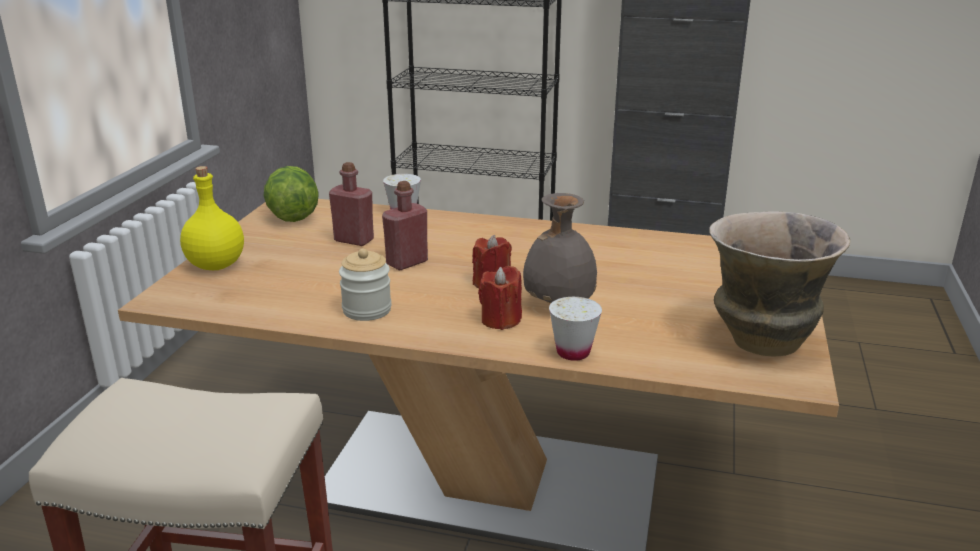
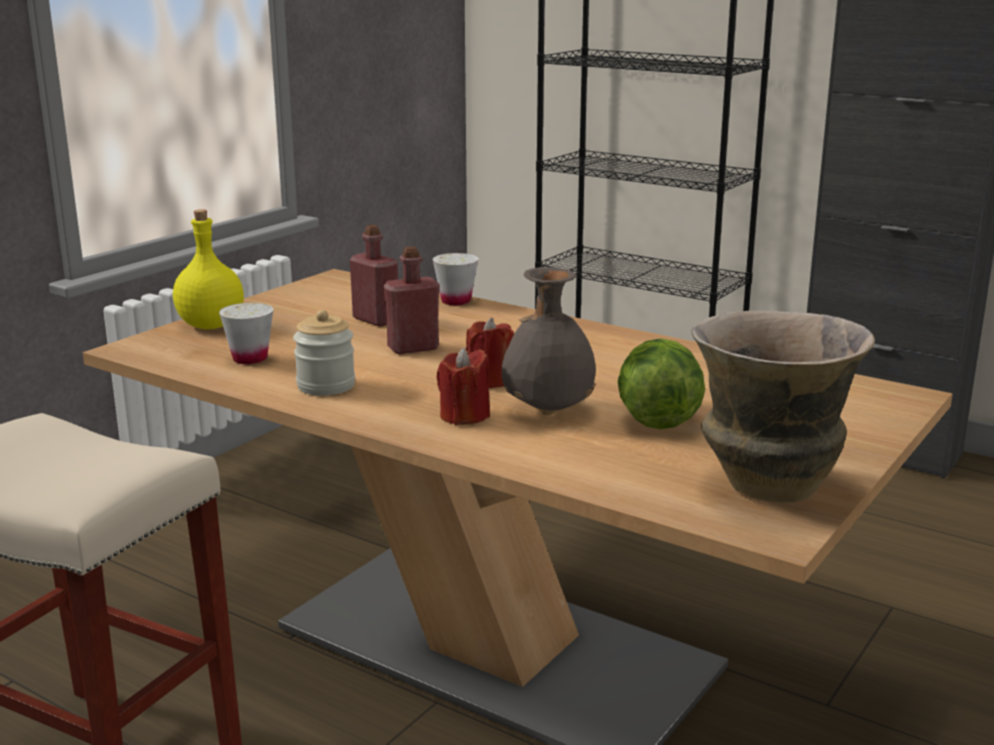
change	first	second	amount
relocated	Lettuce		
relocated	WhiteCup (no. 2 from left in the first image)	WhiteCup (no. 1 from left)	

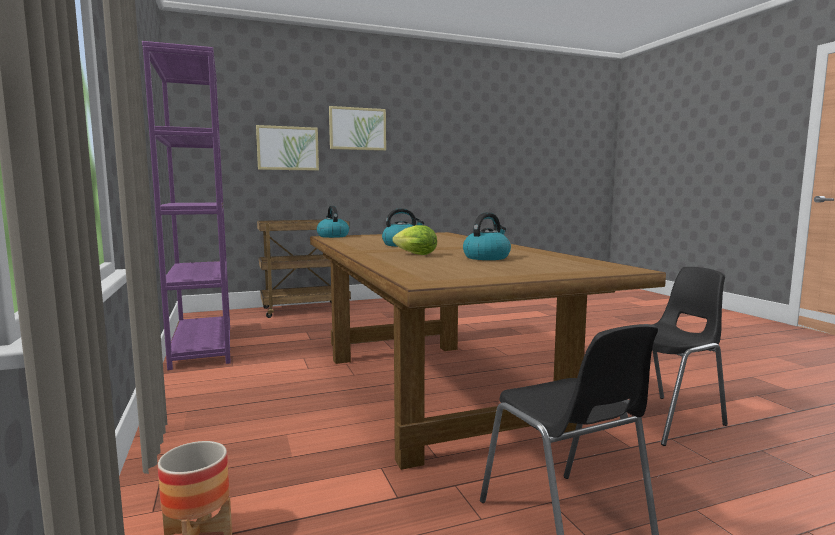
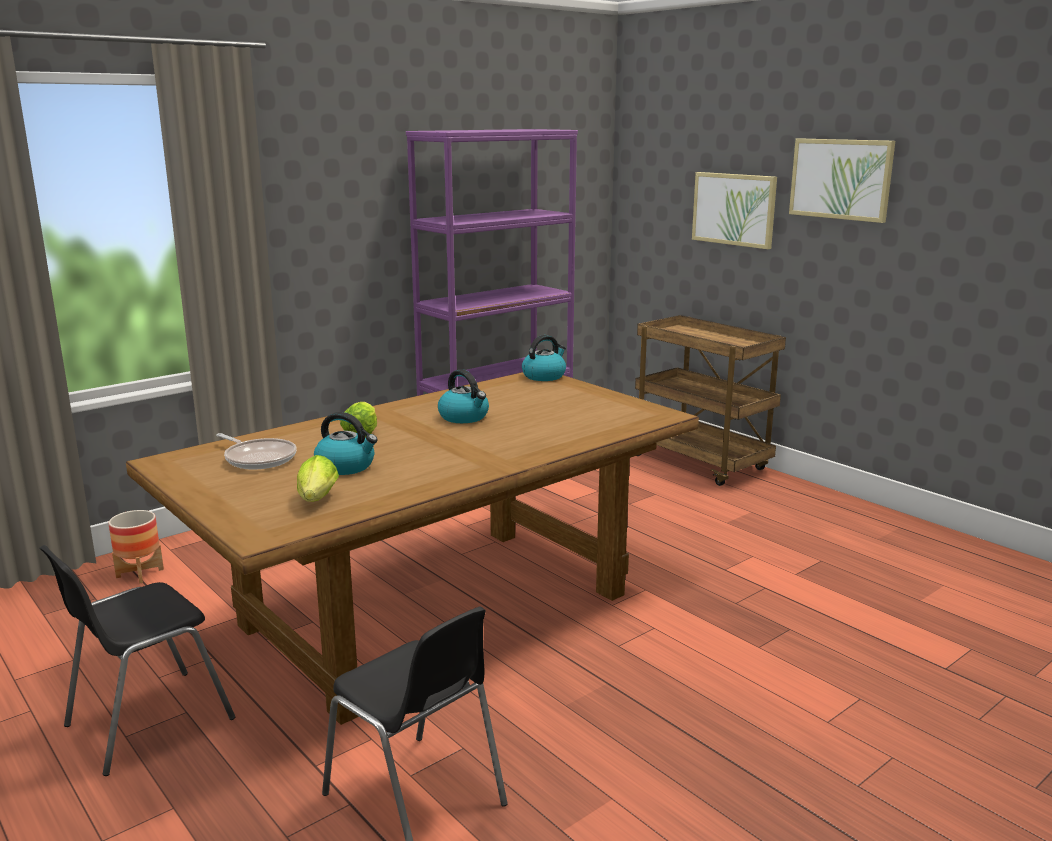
change	first	second	amount
appeared		FryingPan	
appeared		Lettuce (no. 1 from left)	

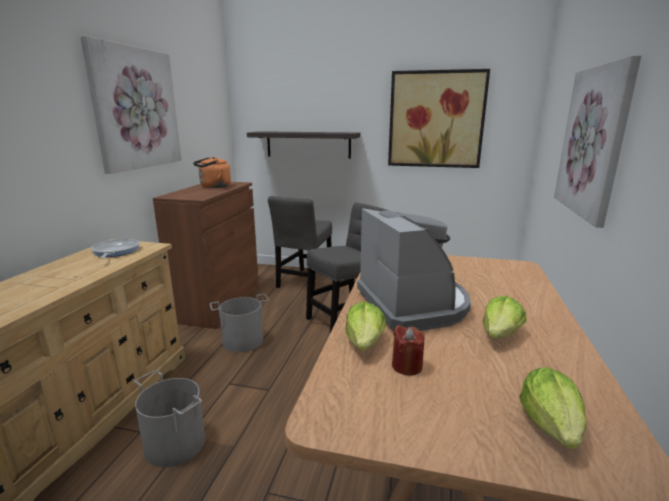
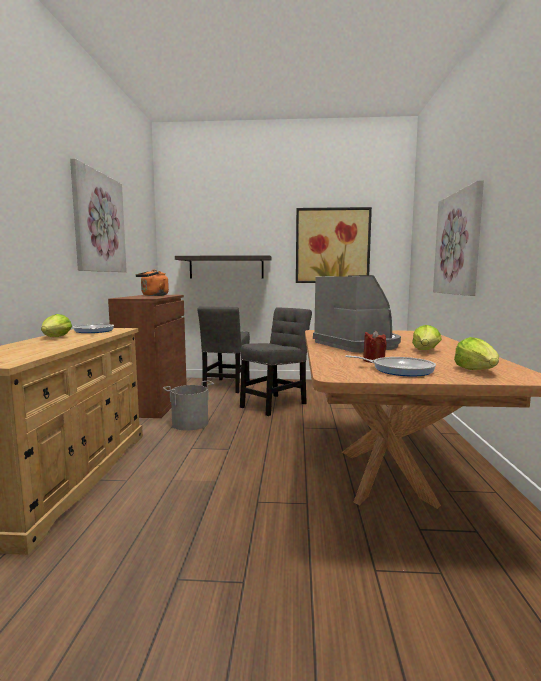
change	first	second	amount
missing	GreyBucket (no. 1 from left)		
relocated	Lettuce (no. 1 from left)		
appeared		FryingPan (no. 2 from left)	

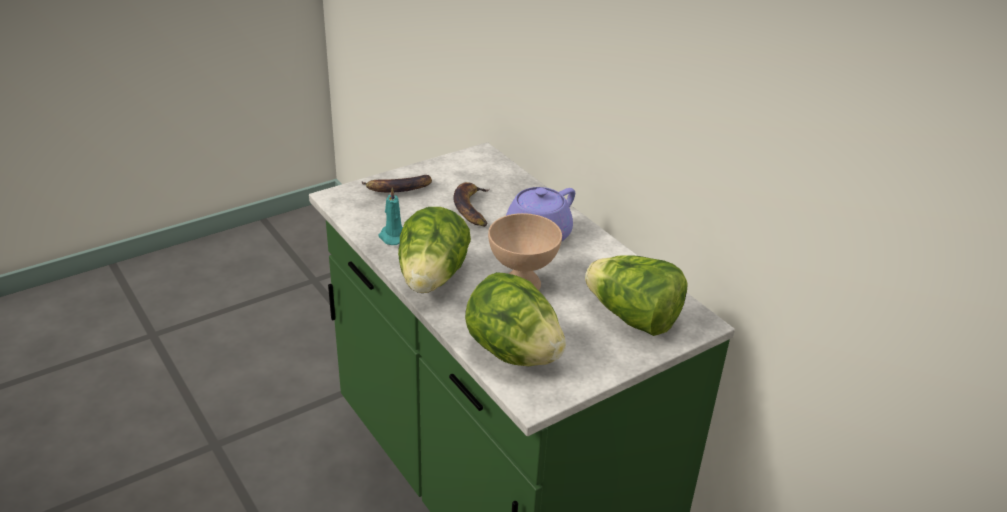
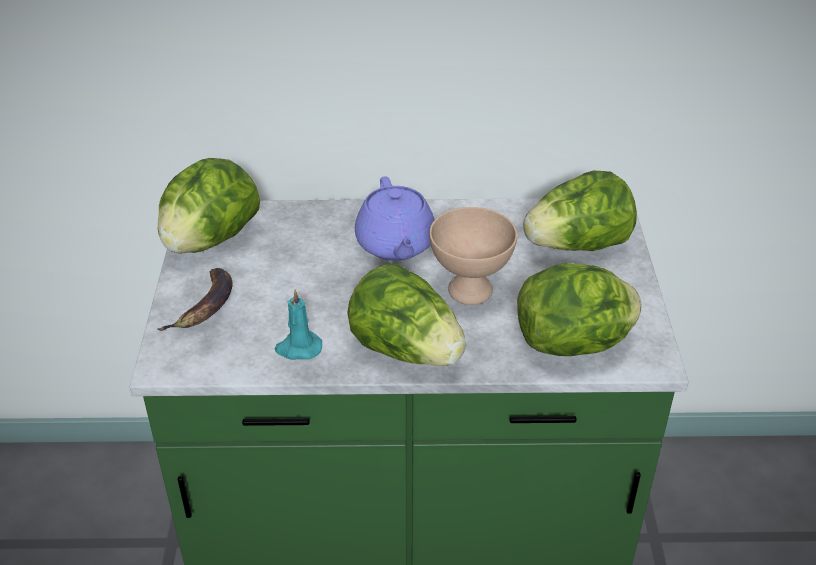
change	first	second	amount
missing	Banana (no. 2 from left)		
appeared		Lettuce (no. 1 from left)	

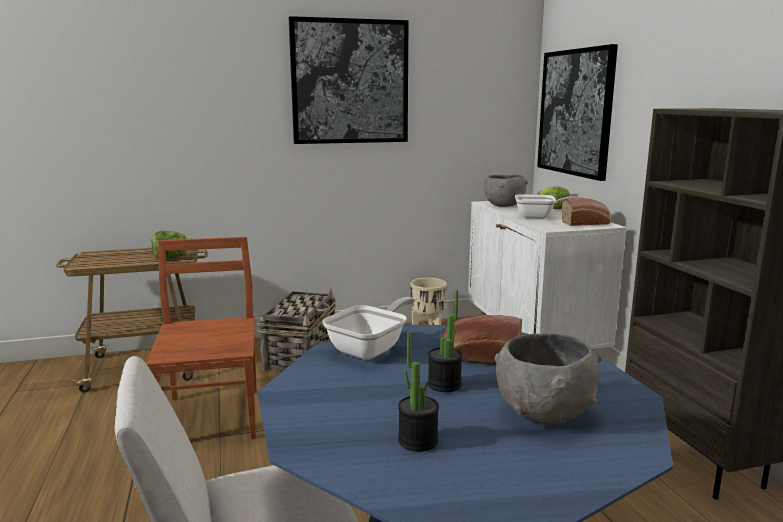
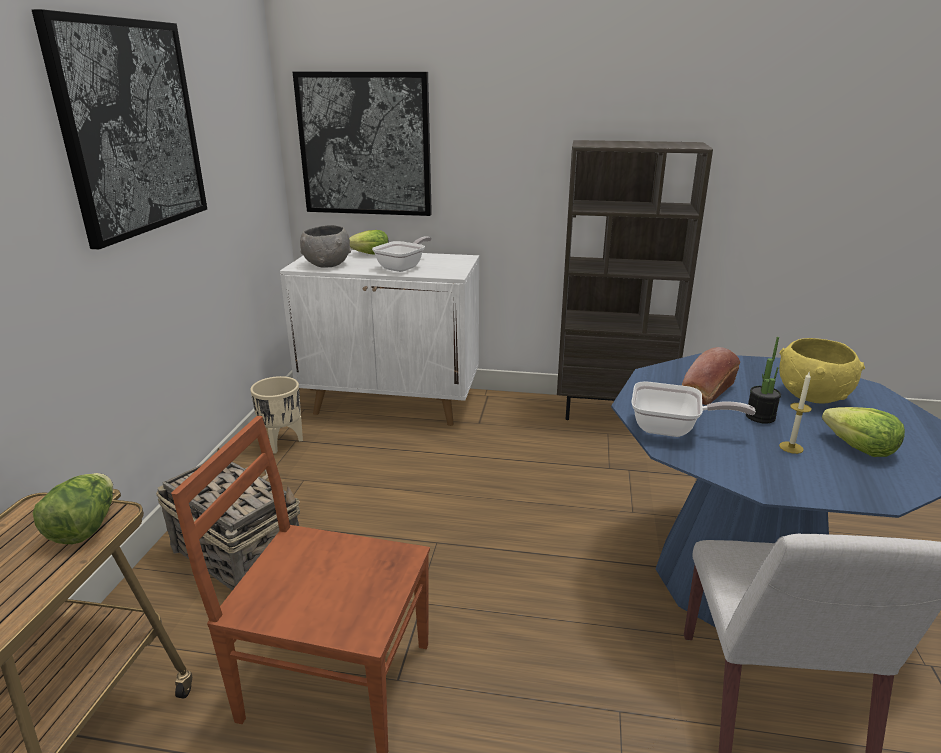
change	first	second	amount
spun	FryingPan (no. 1 from left in the first image)	FryingPan (no. 2 from left)	135 degrees clockwise
exchanged	PottedPlant (no. 1 from left)	Lettuce (no. 3 from left)	
colour	GreyBowl (no. 2 from left)	YellowBowl	
missing	Bread (no. 2 from left)		
appeared		Candle	

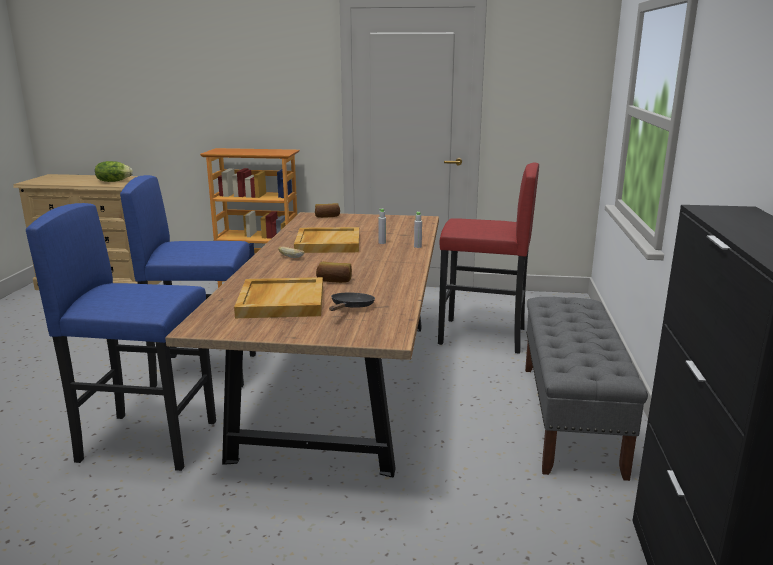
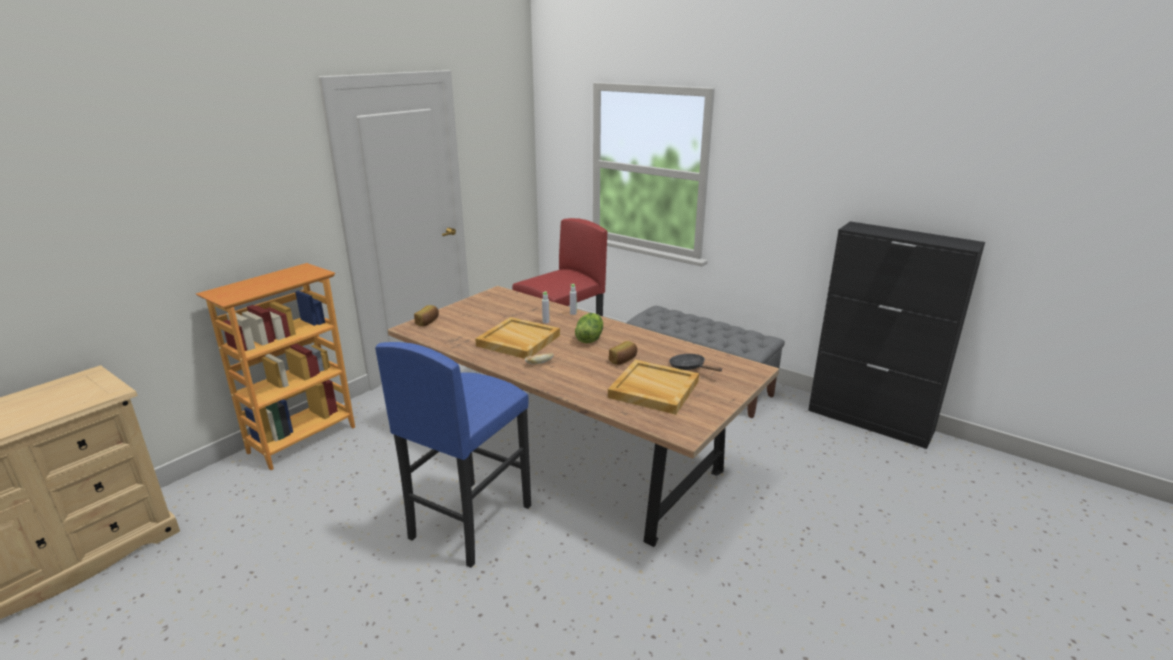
change	first	second	amount
missing	BlueStool (no. 1 from left)		
relocated	Lettuce		

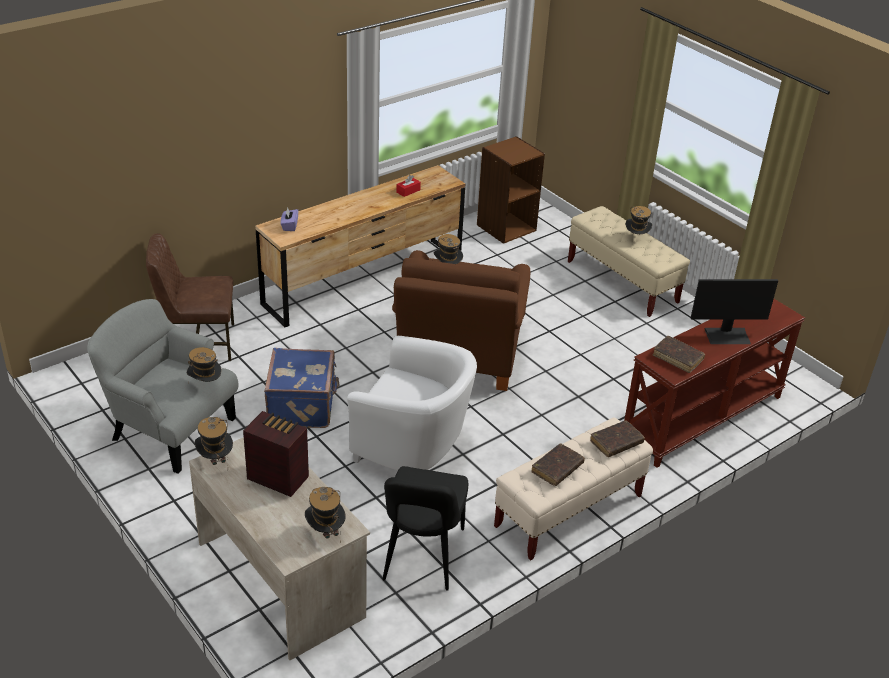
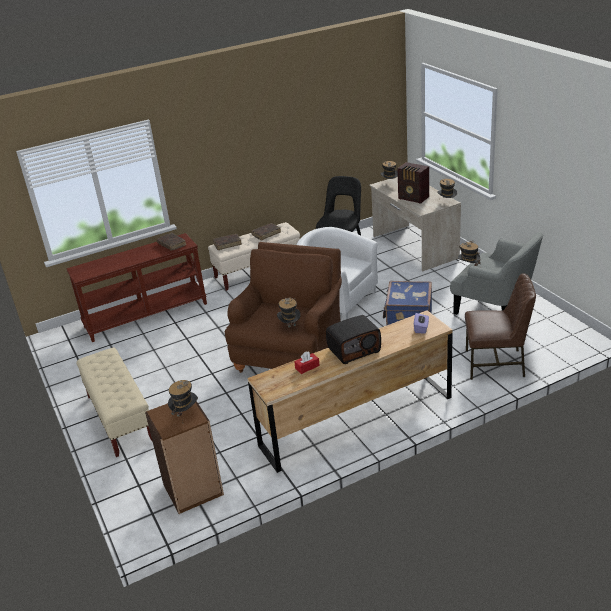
change	first	second	amount
relocated	Hat (no. 5 from left in the first image)	Hat (no. 1 from left)	
missing	Monitor		
appeared		Radio (no. 1 from left)	

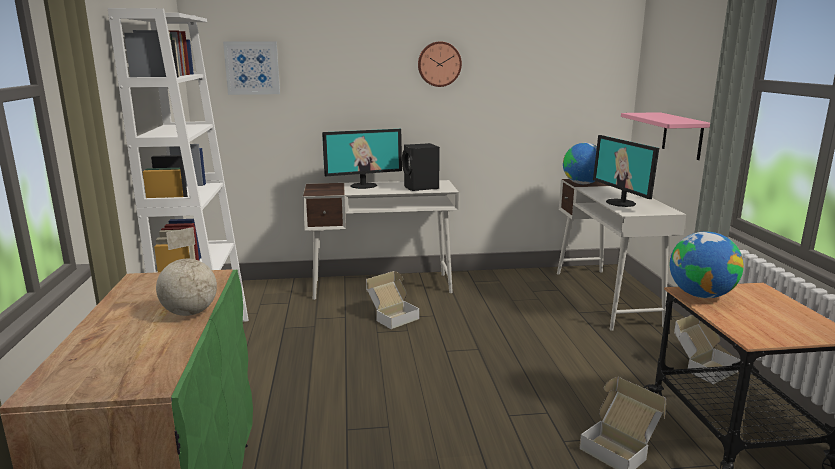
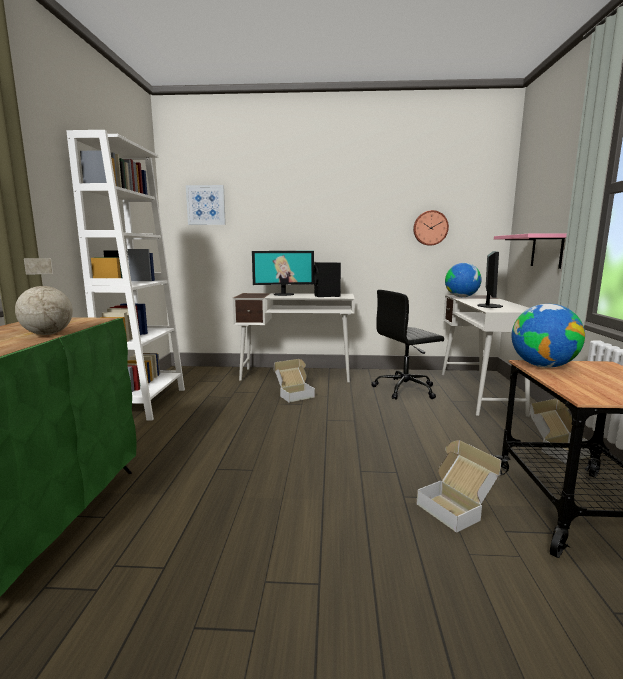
change	first	second	amount
relocated	WallClock		
spun	Monitor (no. 2 from left)		150 degrees counterclockwise
appeared		BlackOfficeChair	

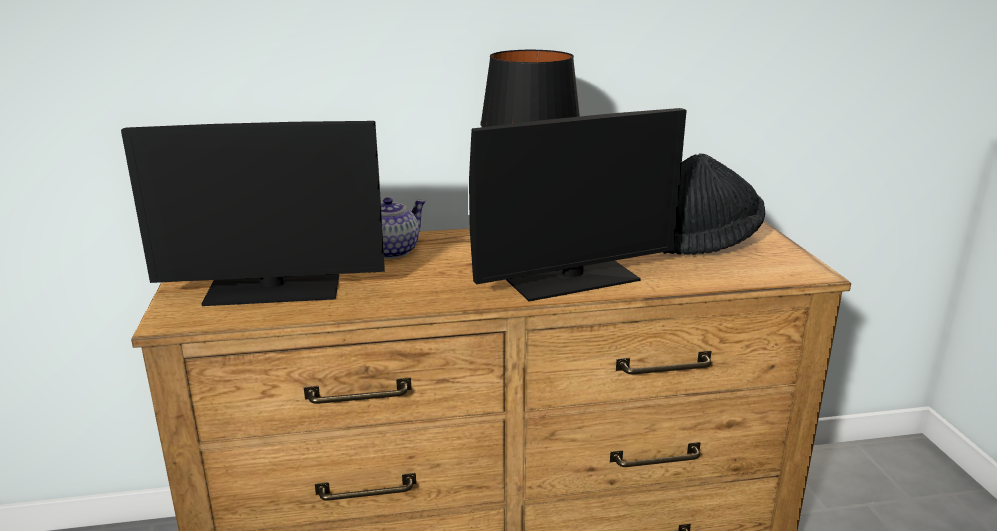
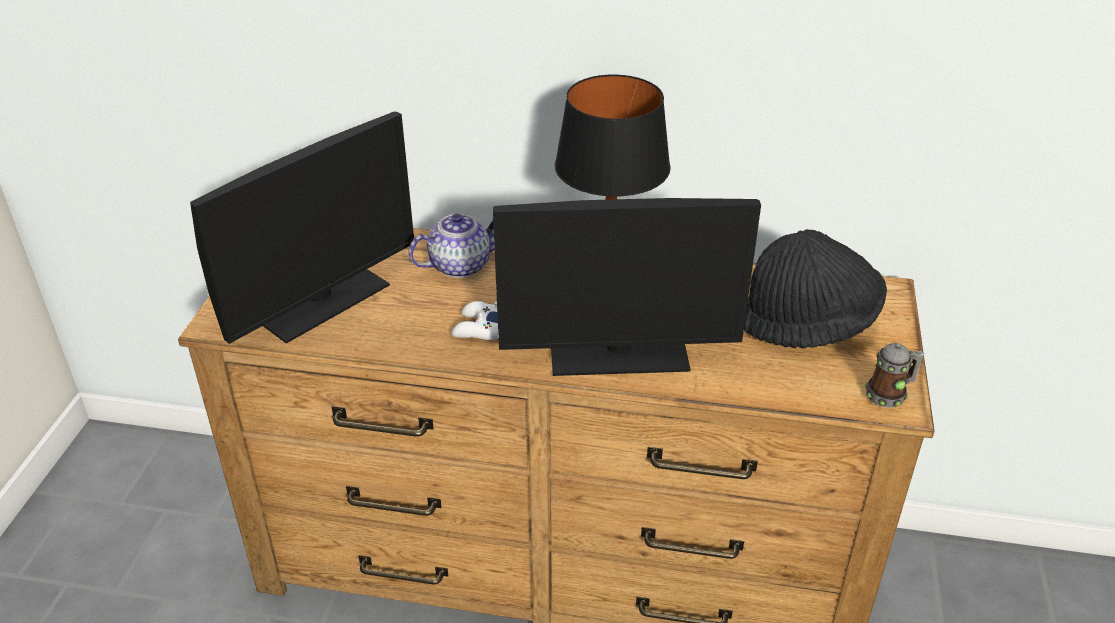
change	first	second	amount
spun	Monitor (no. 1 from left)		60 degrees counterclockwise
appeared		WhiteGameController	
appeared		Mug	

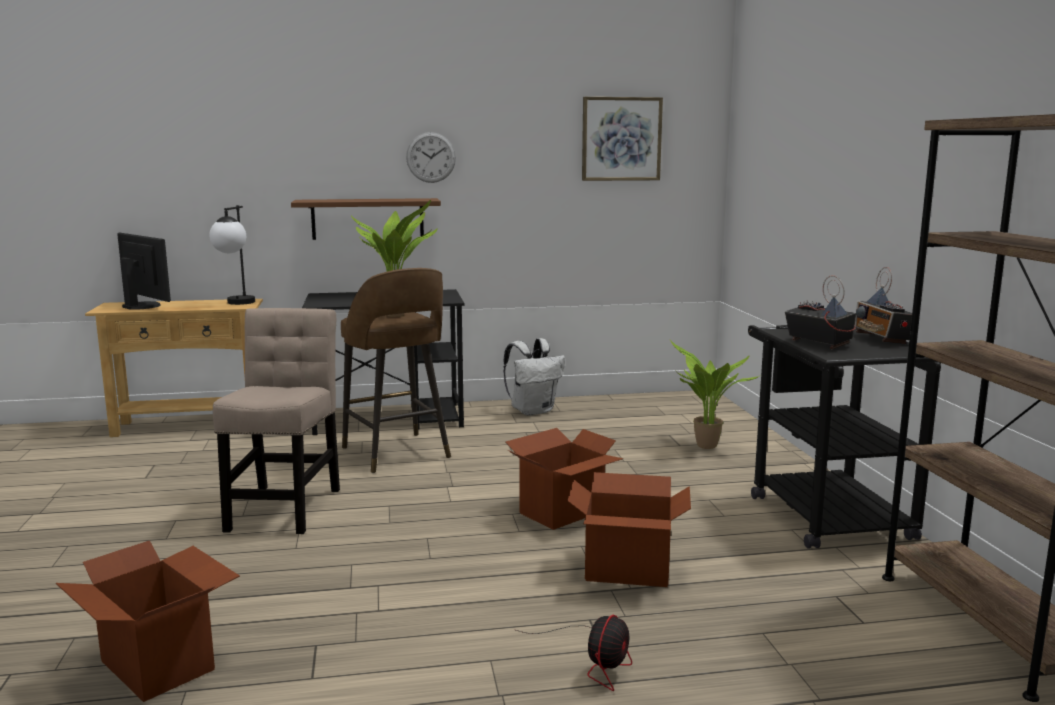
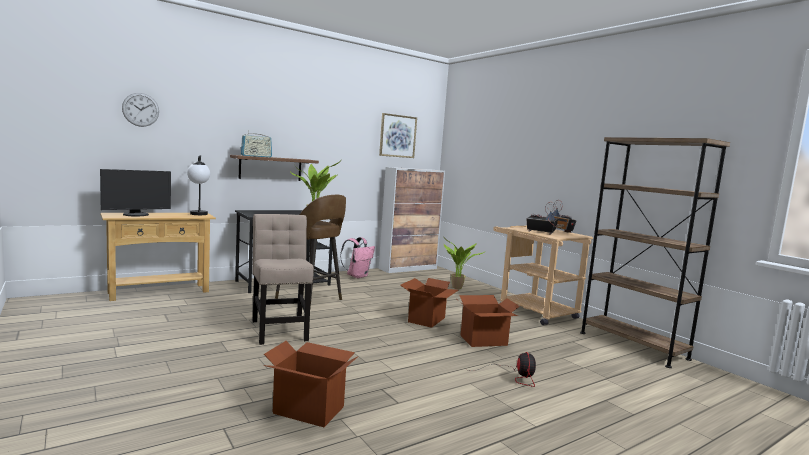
change	first	second	amount
spun	Monitor		120 degrees clockwise
relocated	WallClock		
colour	WhiteBackpack	PinkBackpack	
colour	BlackCart	BeigeCart	
appeared		Radio (no. 1 from left)	
appeared		Cabinet	

